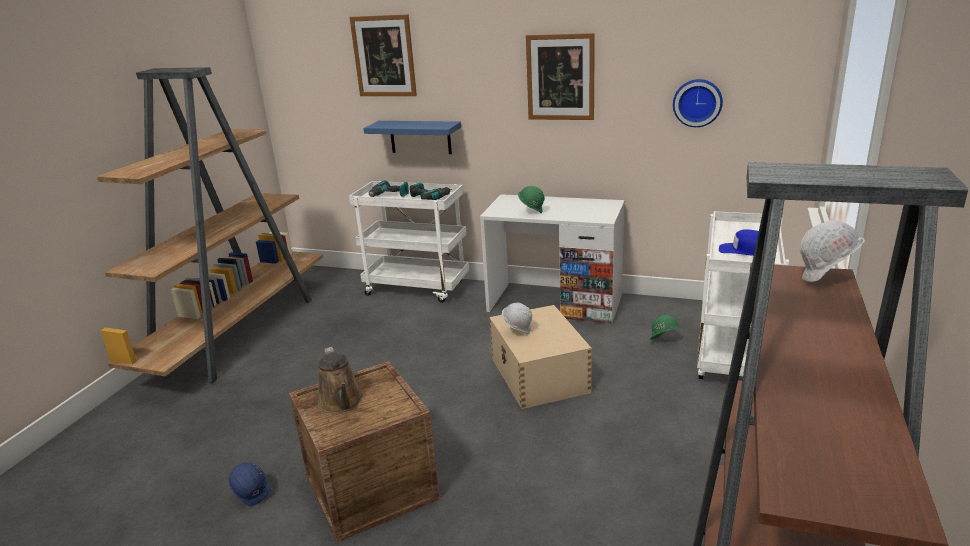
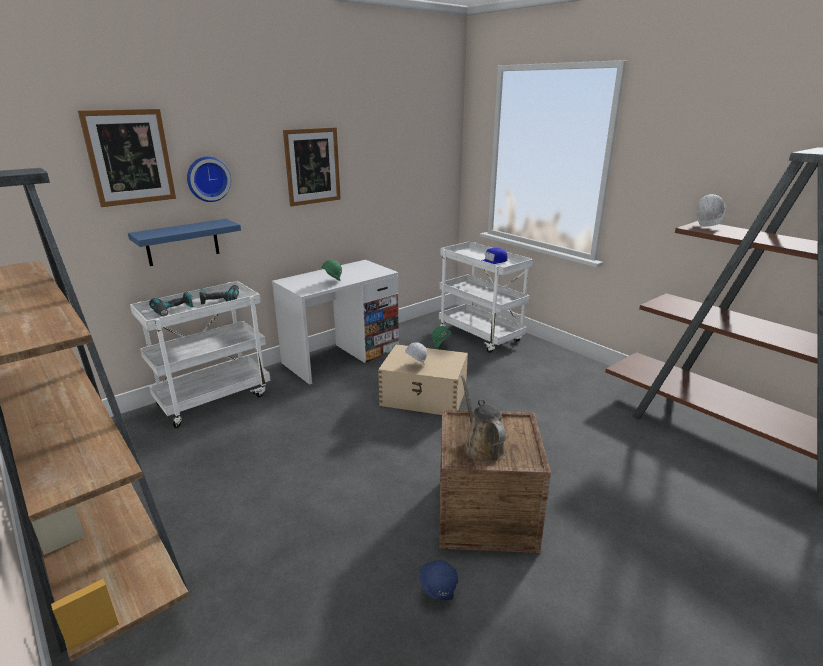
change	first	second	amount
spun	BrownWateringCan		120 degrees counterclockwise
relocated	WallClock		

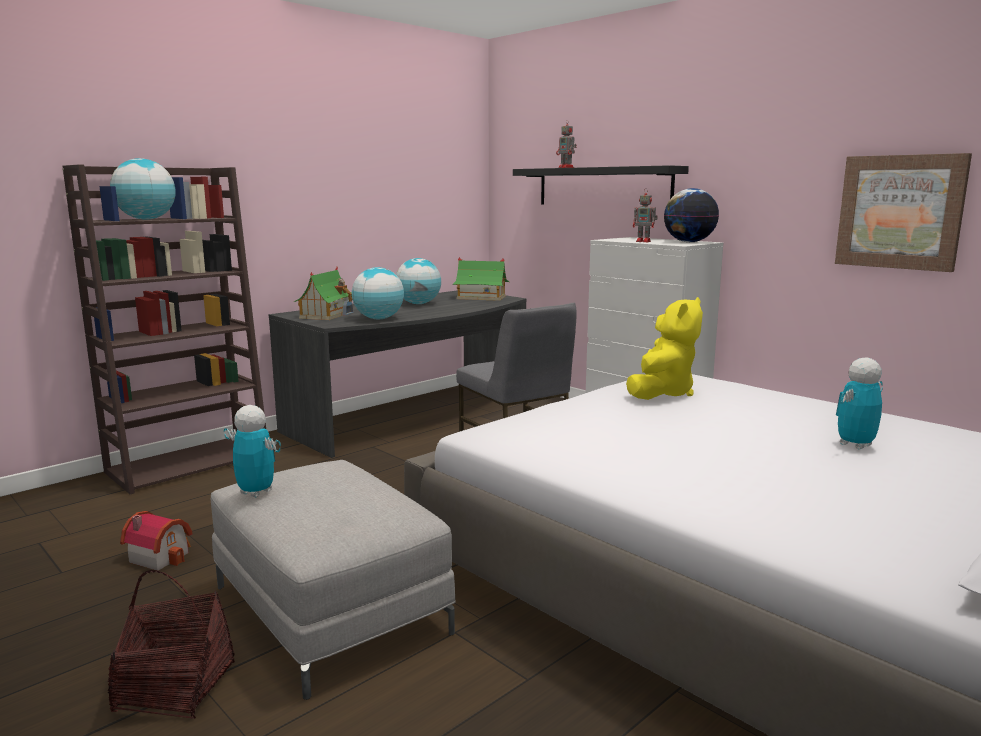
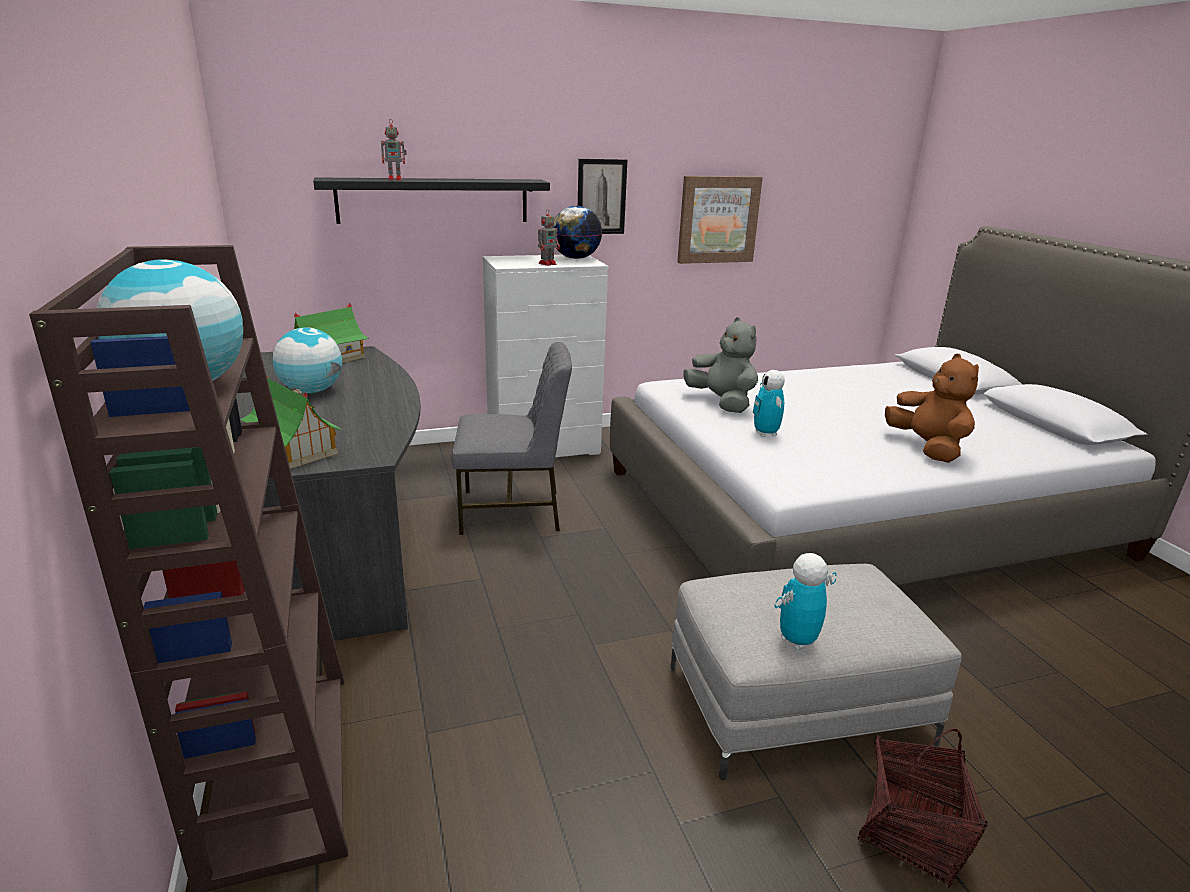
change	first	second	amount
missing	ToyHouse (no. 1 from left)		
missing	Globe (no. 2 from left)		
colour	YellowPlushToy	GreyPlushToy	
relocated	ToyRobot (no. 4 from left in the first image)	ToyRobot (no. 3 from left)	
appeared		Picture (no. 1 from left)	
appeared		BrownPlushToy	

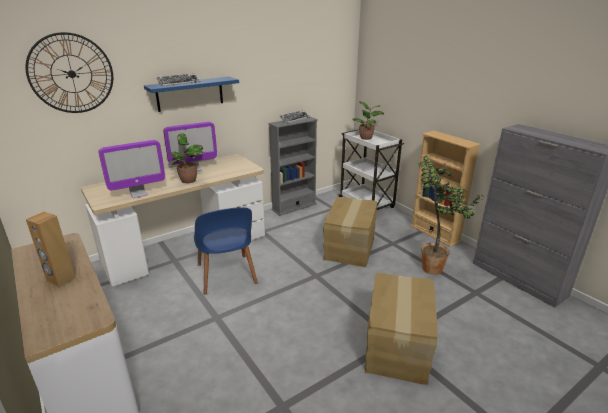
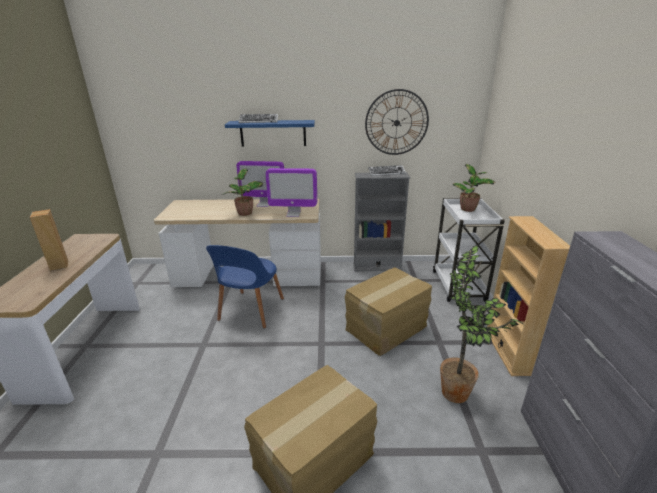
change	first	second	amount
relocated	WallClock		
relocated	Monitor (no. 1 from left in the first image)	Monitor (no. 2 from left)	

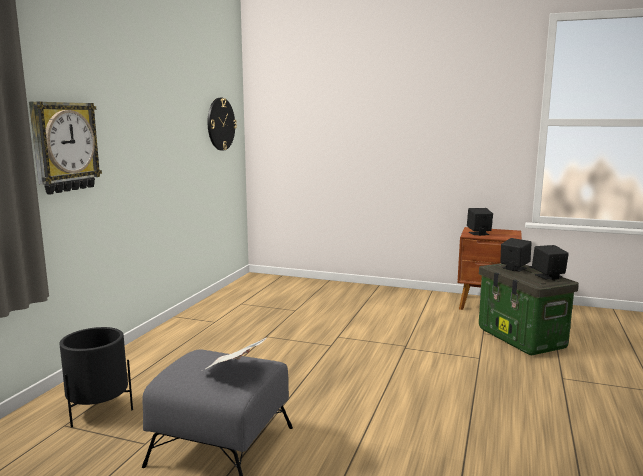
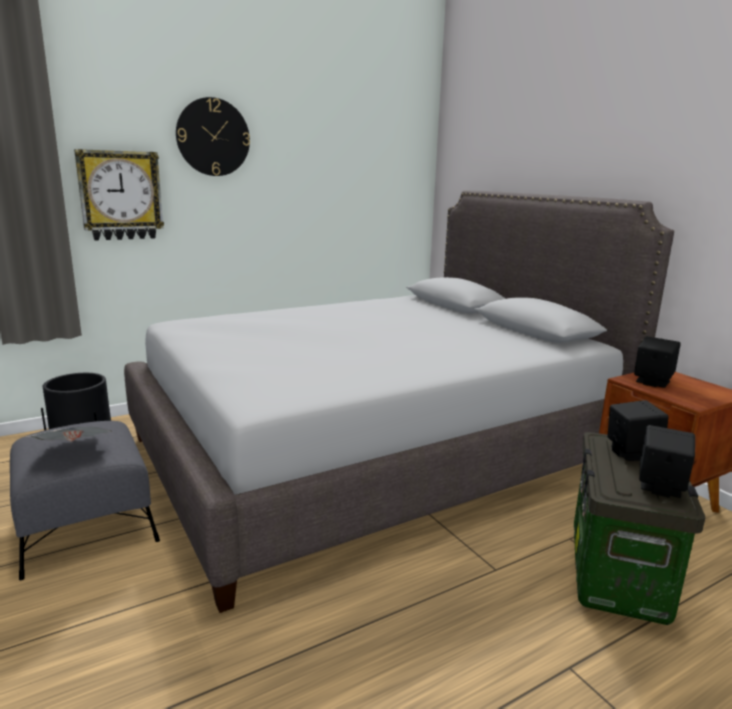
change	first	second	amount
relocated	WallClock (no. 2 from left)		
appeared		GreyBed	

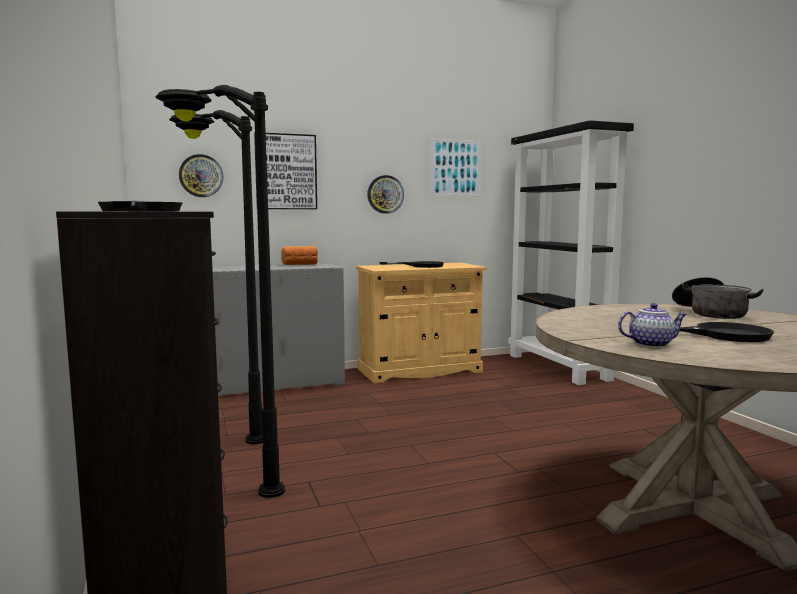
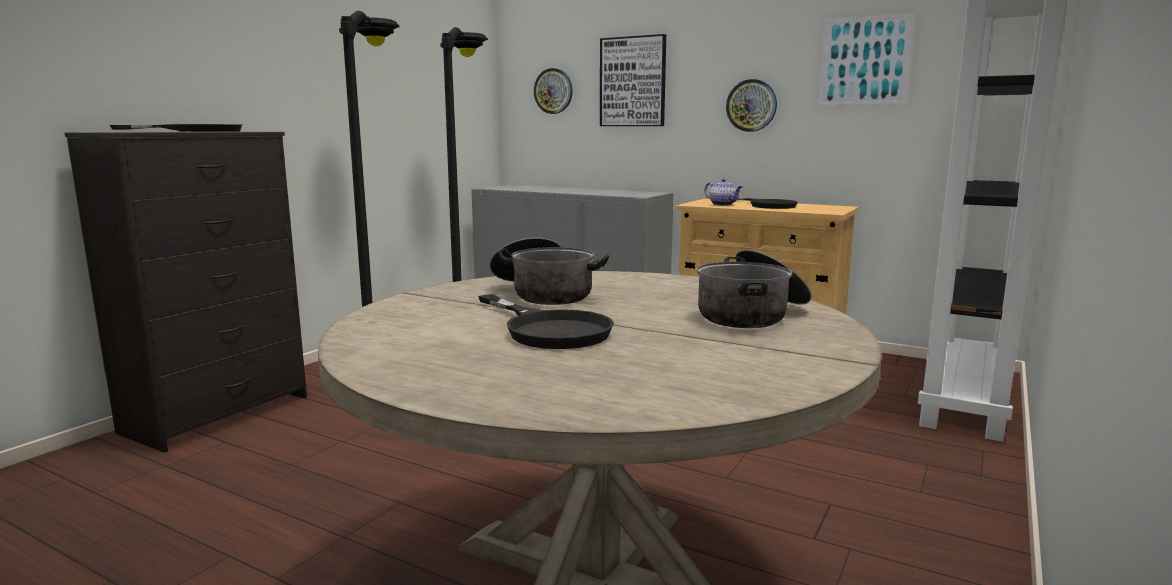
change	first	second	amount
missing	Bread		
relocated	Teapot		
appeared		CookingPot (no. 1 from left)	

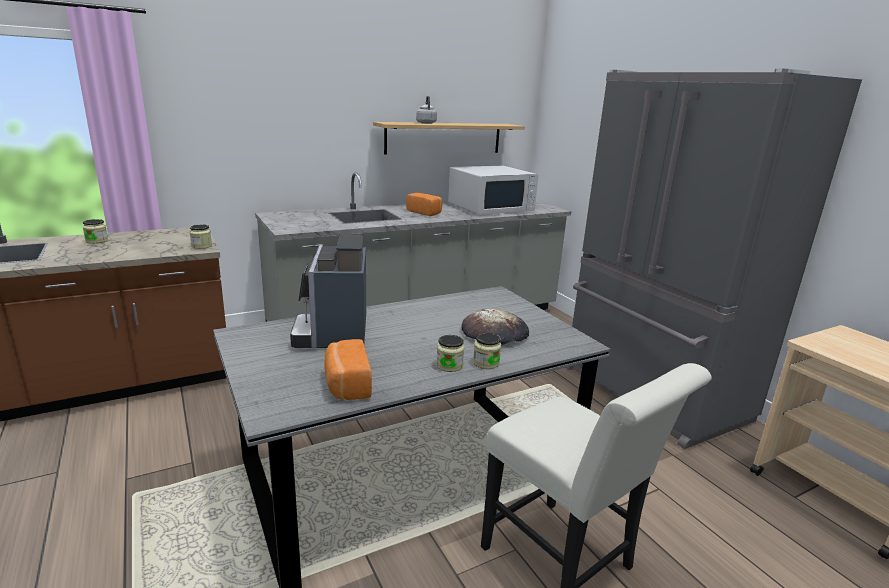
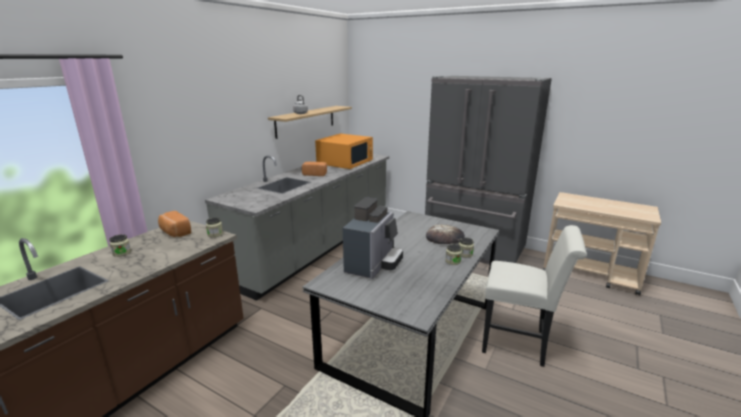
change	first	second	amount
spun	CoffeeMachine		120 degrees counterclockwise
relocated	Bread (no. 1 from left)		
colour	WhiteMicrowave	OrangeMicrowave	

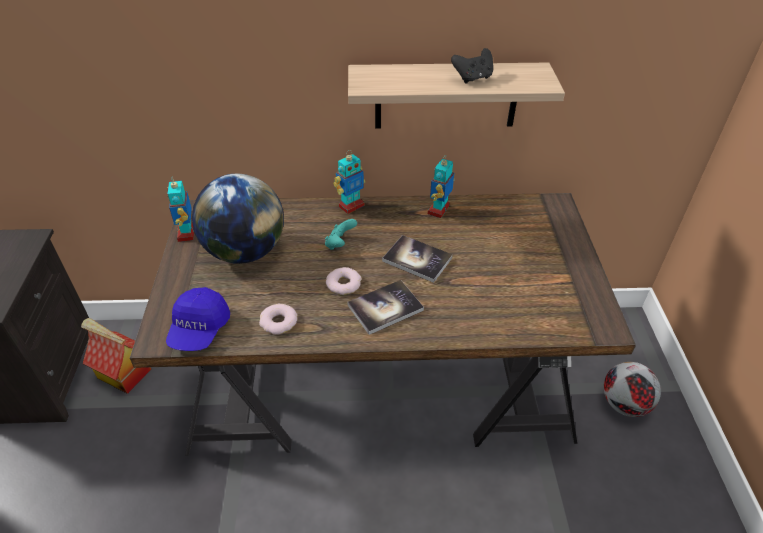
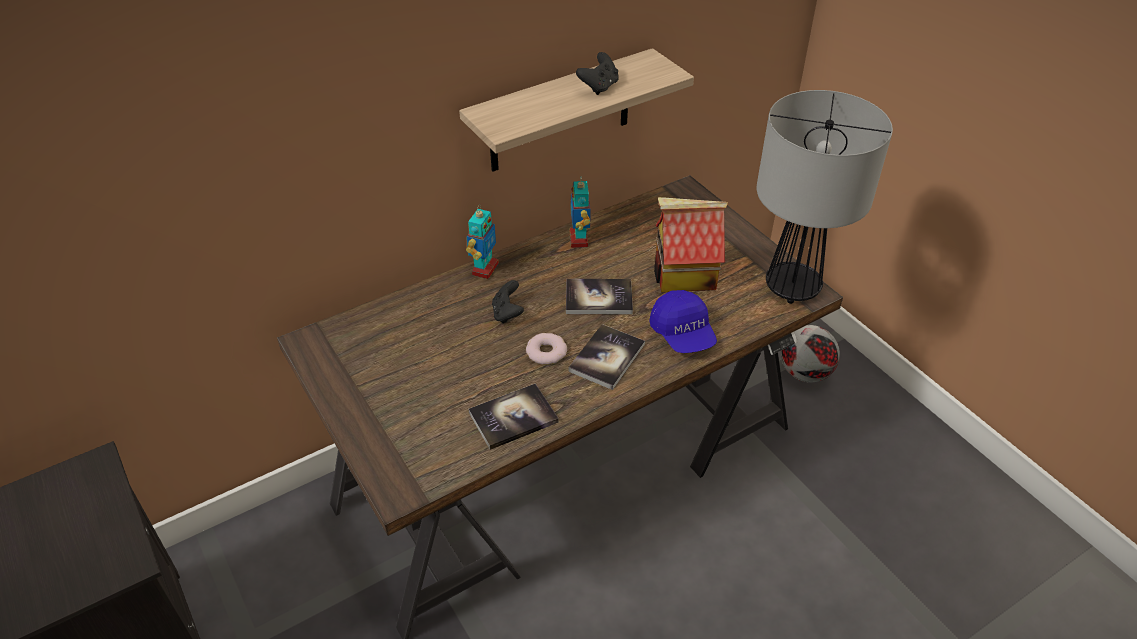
change	first	second	amount
relocated	ToyHouse		
relocated	BlueCap		
missing	ToyRobot (no. 1 from left)		
missing	Globe		
exchanged	Donut (no. 1 from left)	Book (no. 1 from left)	
colour	TurquoiseGameController	BlackGameController (no. 1 from left)	
appeared		TableLamp	

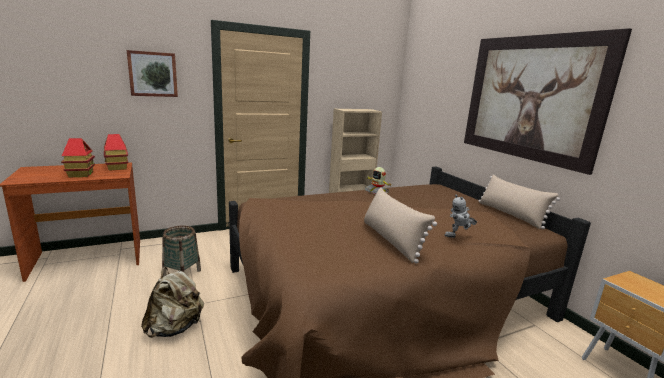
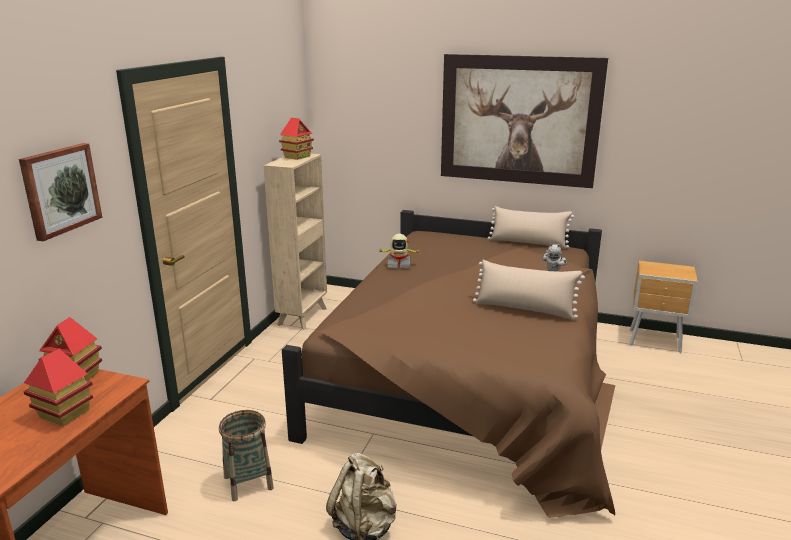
change	first	second	amount
appeared		ToyHouse (no. 3 from left)	

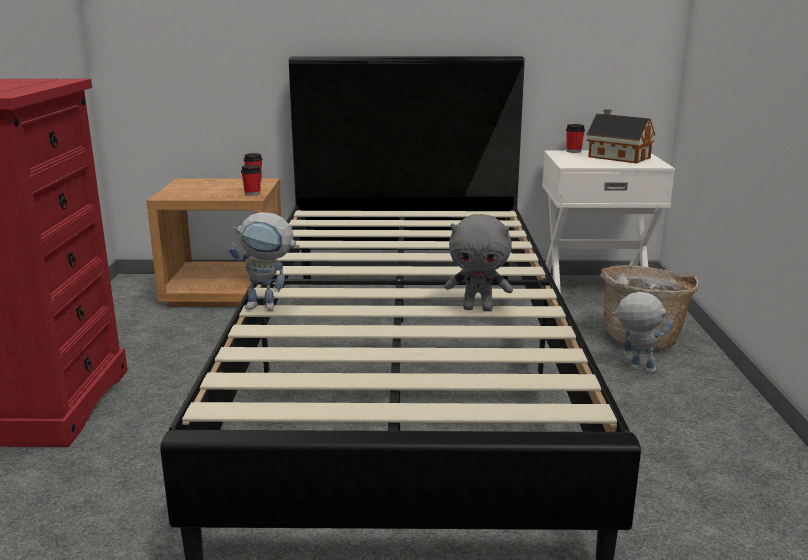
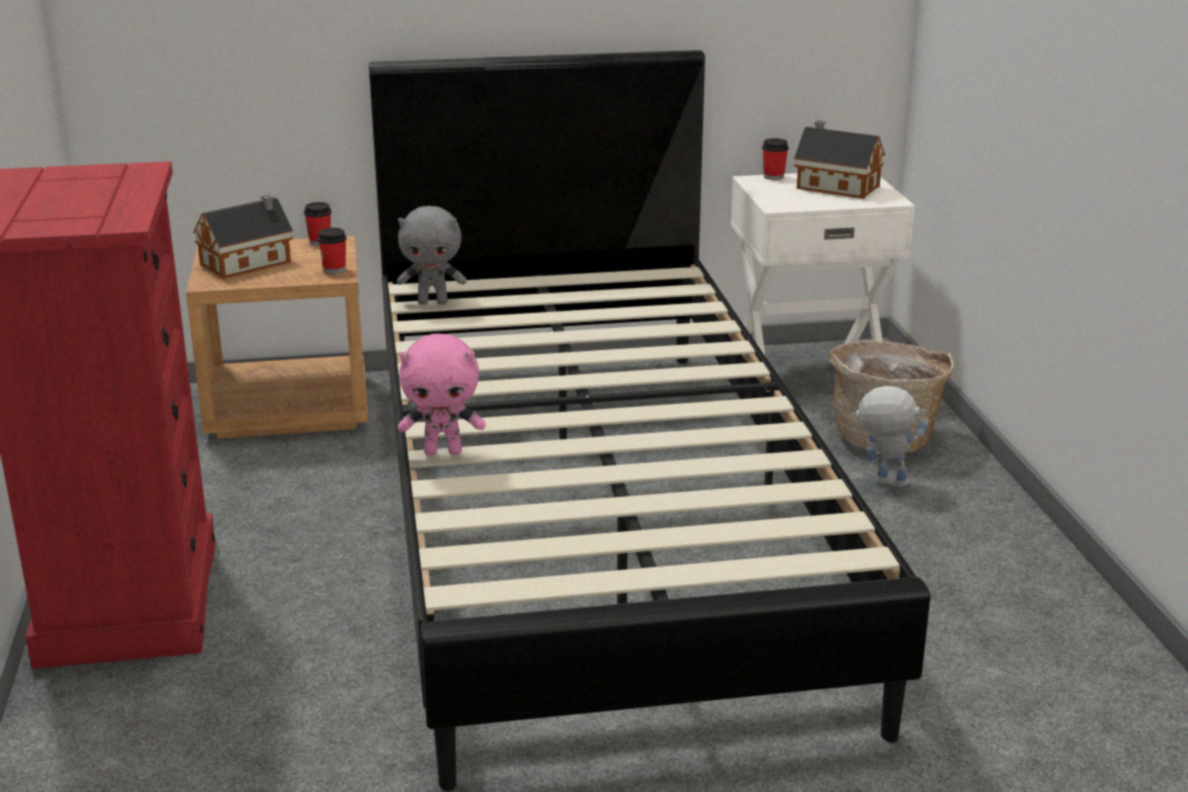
change	first	second	amount
exchanged	ToyRobot (no. 1 from left)	PinkPlushToy	
relocated	GreyPlushToy		
appeared		ToyHouse (no. 1 from left)	

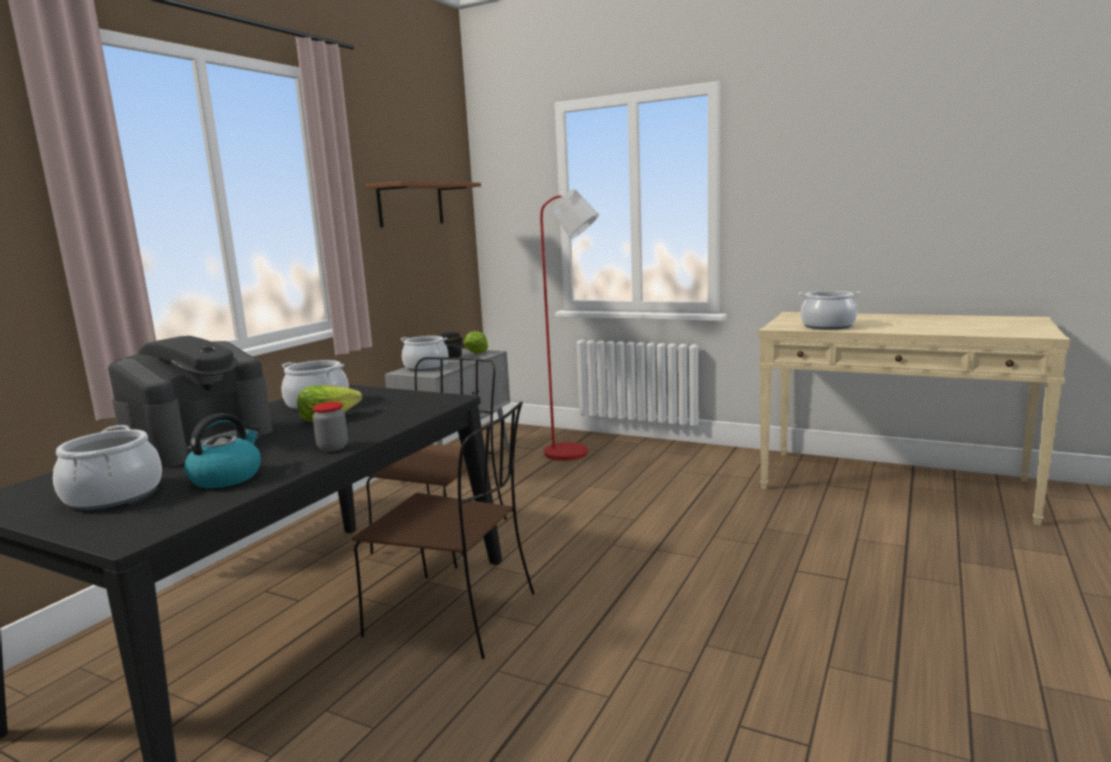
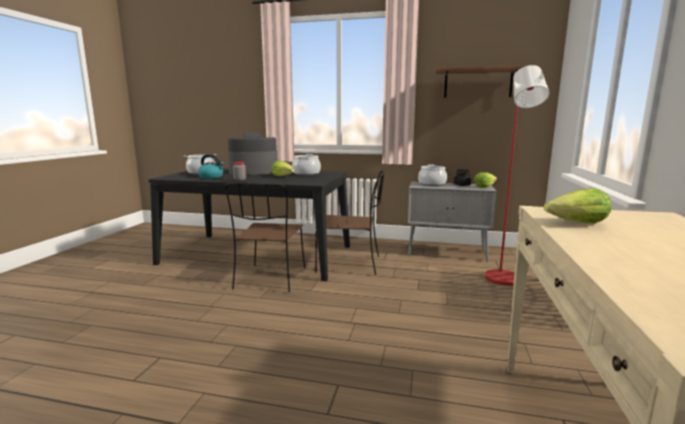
change	first	second	amount
spun	CoffeeMachine		150 degrees clockwise
exchanged	CookingPot (no. 4 from left)	Lettuce (no. 3 from left)	

